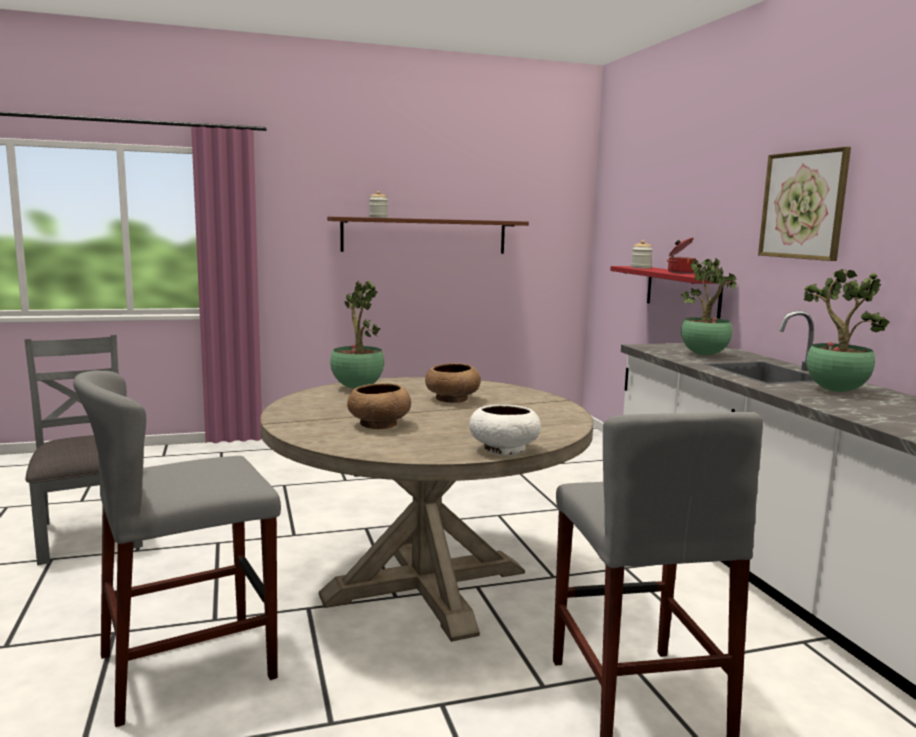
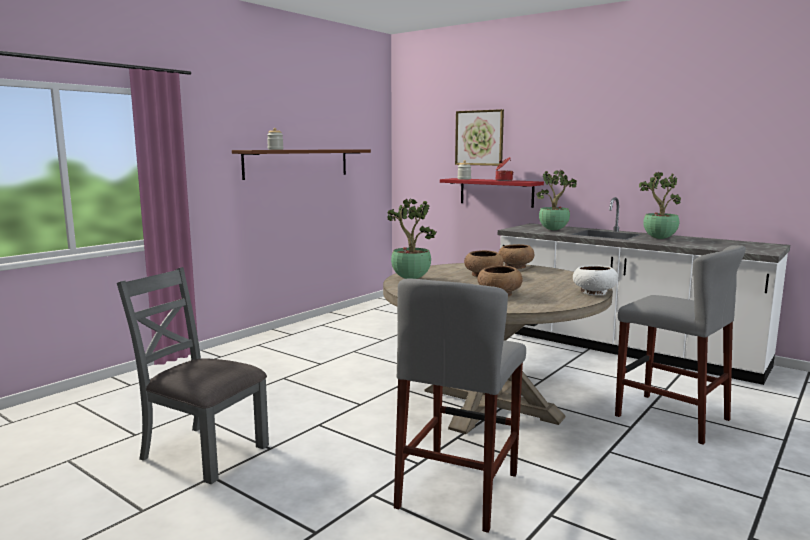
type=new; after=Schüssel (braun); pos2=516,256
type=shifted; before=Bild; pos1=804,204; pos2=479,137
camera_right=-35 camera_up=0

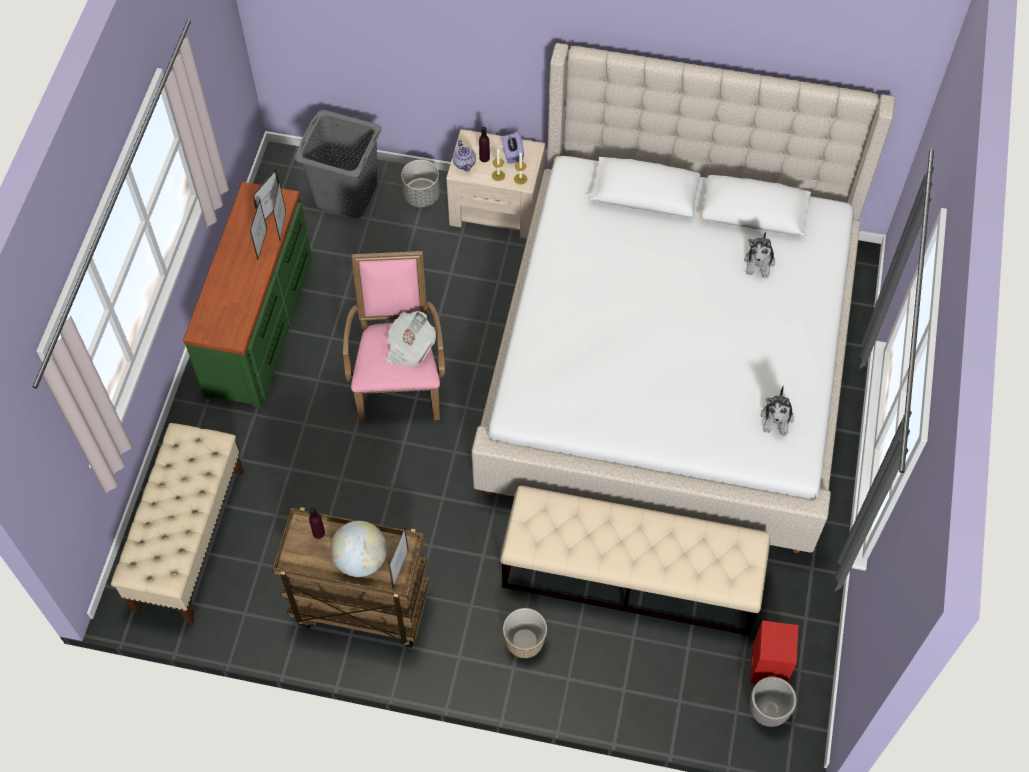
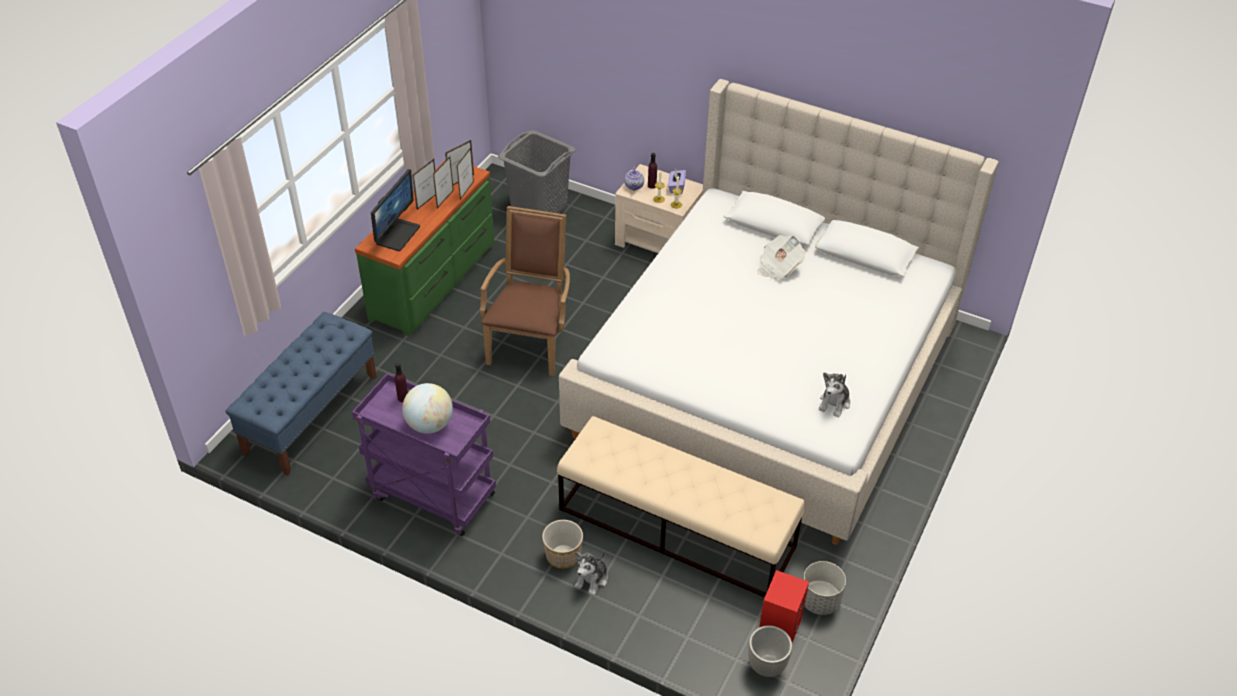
type=new; after=Monitor; pos2=395,210
type=shifted; before=Zeitung; pos1=411,339; pos2=781,258
type=shifted; before=Bilderrahmen; pos1=399,557; pos2=423,184
type=shifted; before=Pflanzkübel (grau); pos1=420,183; pos2=824,588
type=shifted; before=Plüschtier; pos1=759,254; pos2=591,573
type=repainted; before=Bank (beige); after=Bank (blau); pos1=177,523; pos2=301,394
type=repainted; before=Rollwagen (braun); after=Rollwagen (lila); pos1=351,577; pos2=424,454
type=repainted; before=Sessel (rosa); after=Sessel (braun); pos1=394,337; pos2=525,291
camera_right=15 camera_up=-15

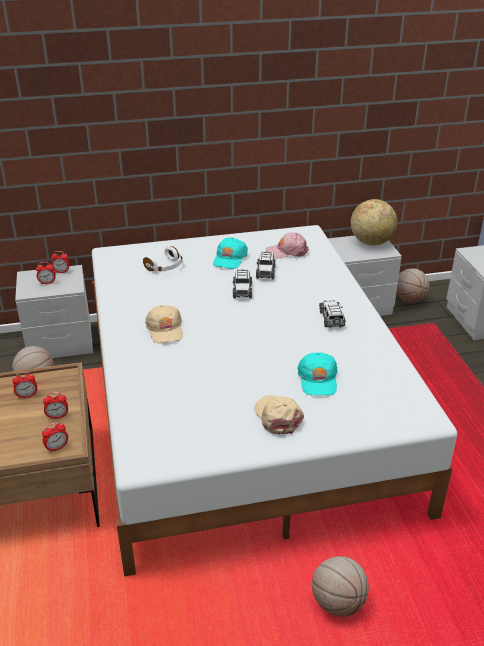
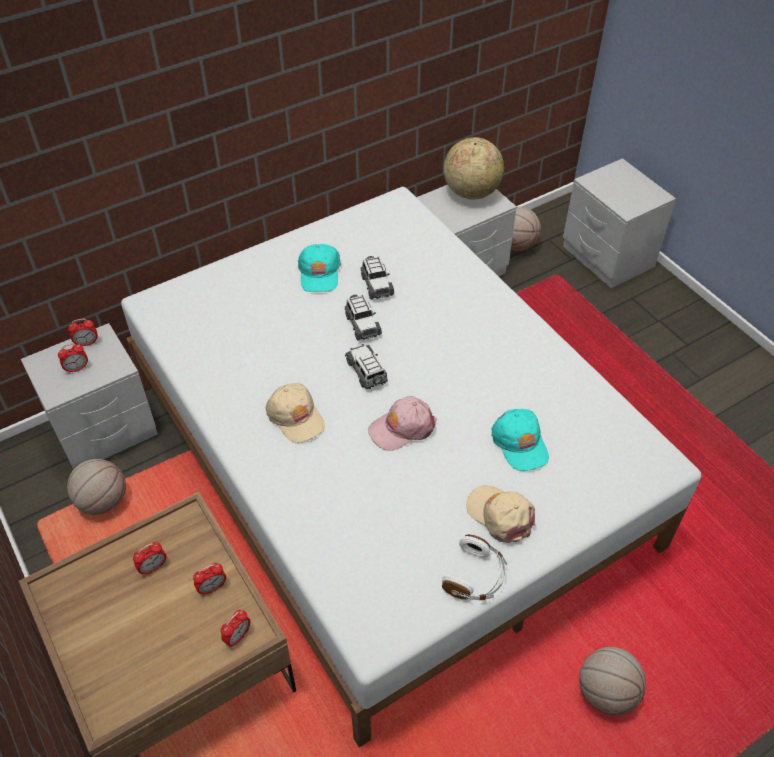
type=shifted; before=Kopfhörer (weiß); pos1=163,258; pos2=474,567
type=shifted; before=Kappe (rosa); pos1=287,246; pos2=402,423
type=shifted; before=Spielzeugauto; pos1=332,314; pos2=366,366
camera_right=-20 camera_up=15

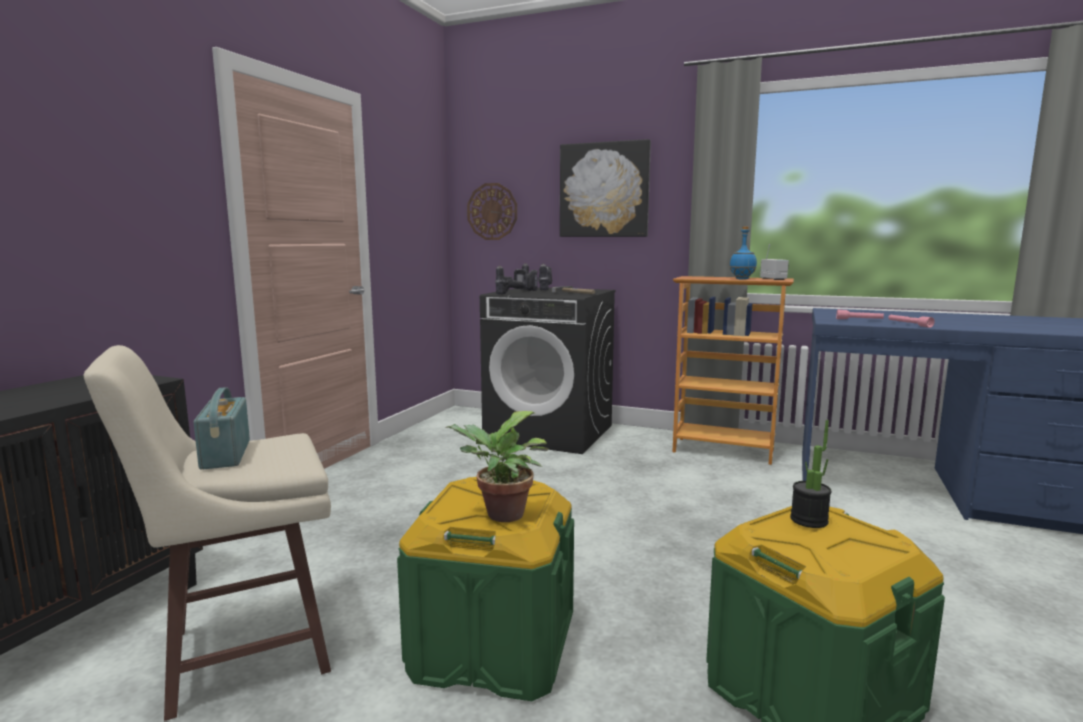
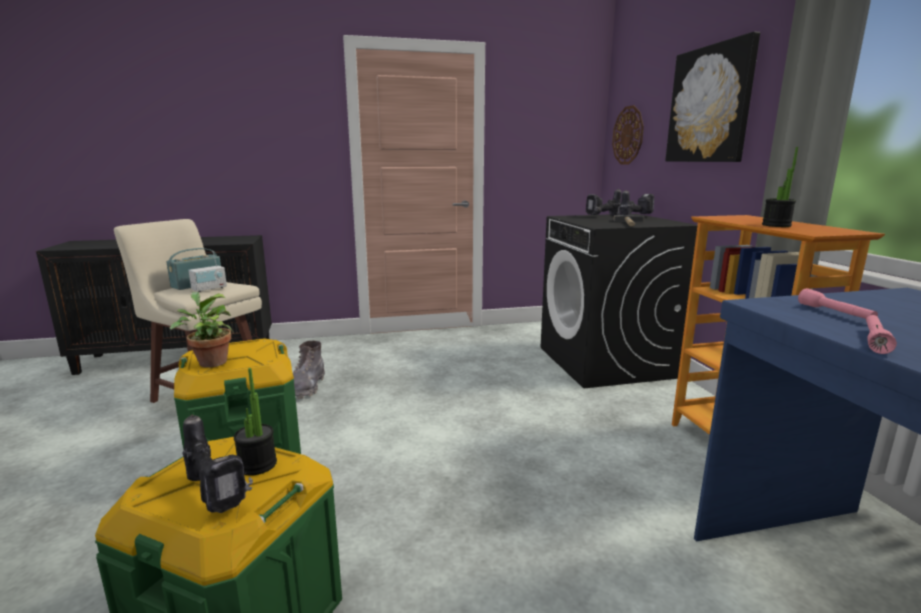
type=new; after=Stiefel (grau); pos2=309,370
type=shifted; before=Bohrmaschine; pos1=516,279; pos2=218,463
type=shifted; before=Radio; pos1=774,262; pos2=207,271
type=swapped; before=Flasche (blau); after=Topfpflanze; pos1=743,252; pos2=780,187
camera_right=55 camera_up=5

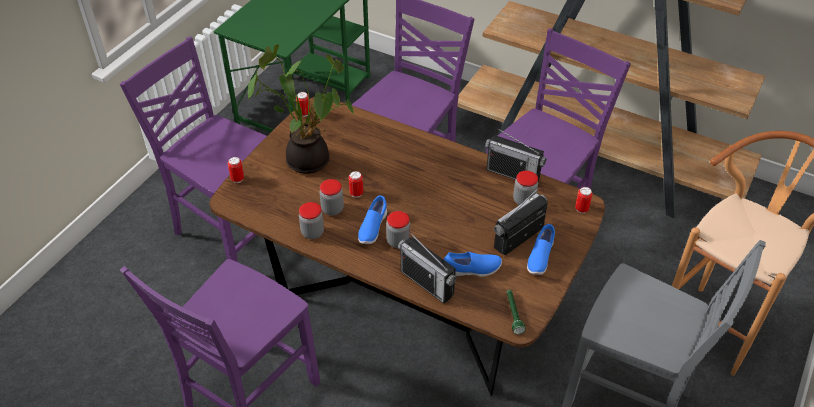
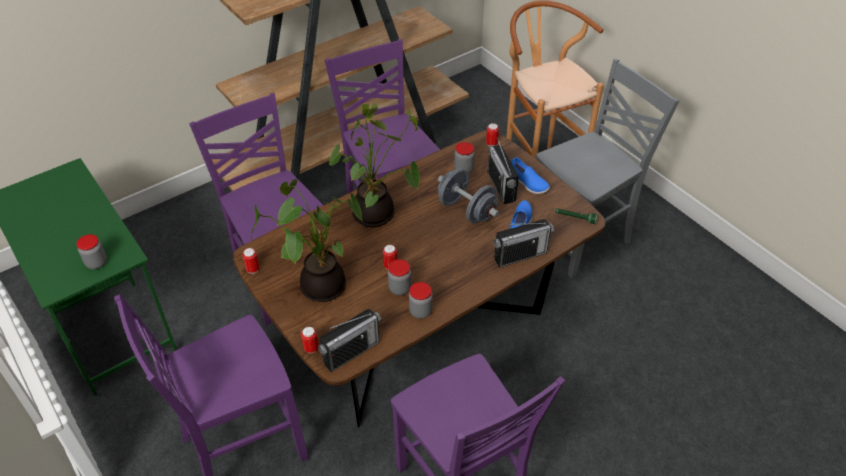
type=gone; before=Schuh (blau); pos1=372,219
type=new; after=Topfpflanze; pos2=374,165
type=new; after=Hantel (grau); pos2=468,196
type=shifted; before=Vorratsglas; pos1=398,229; pos2=91,251
type=shifted; before=Radio; pos1=516,154; pos2=349,340
camera_right=-65 camera_up=0

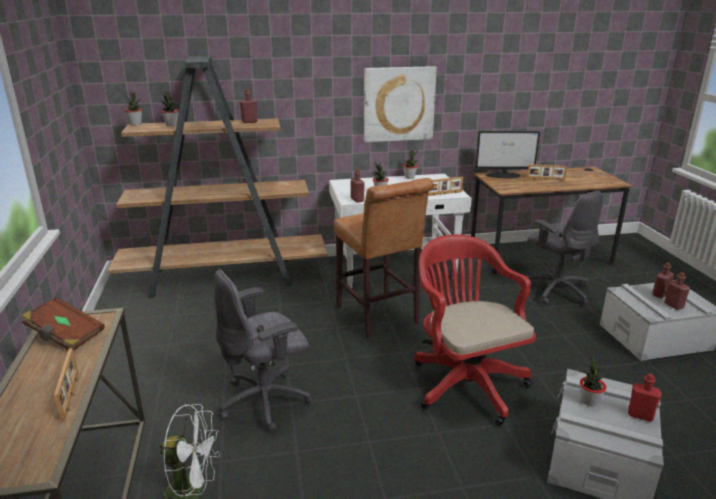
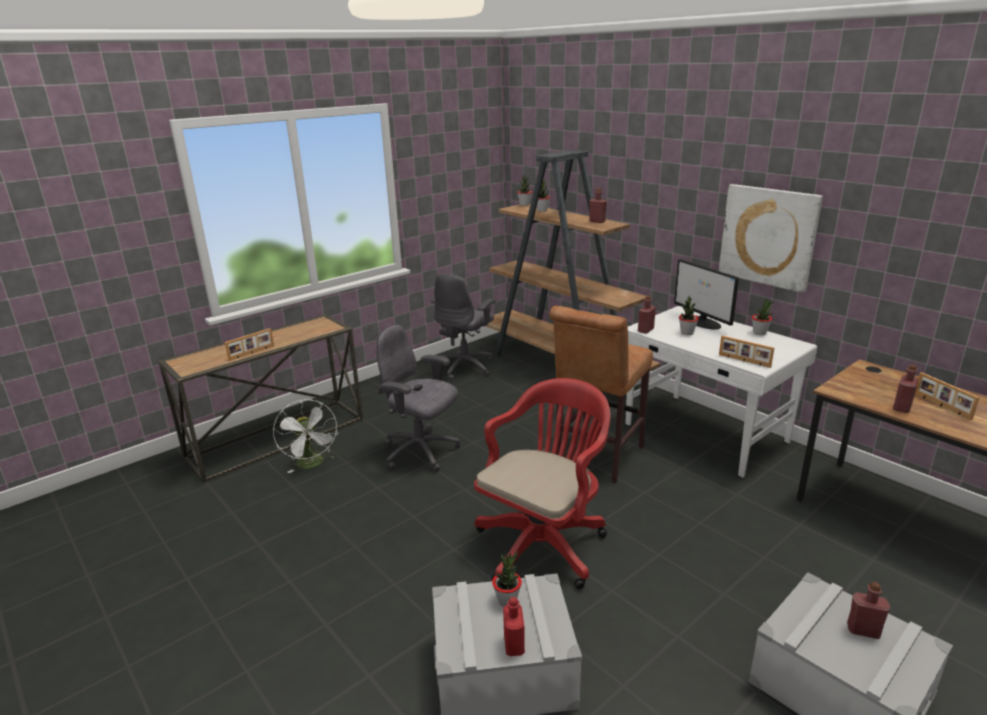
type=gone; before=Buch (braun); pos1=63,324
type=shifted; before=Monitor; pos1=508,154; pos2=706,294
type=shifted; before=Bürostuhl (grau); pos1=564,248; pos2=463,327
type=shifted; before=Flasche (rot); pos1=677,291; pos2=906,388
camera_right=60 camera_up=0

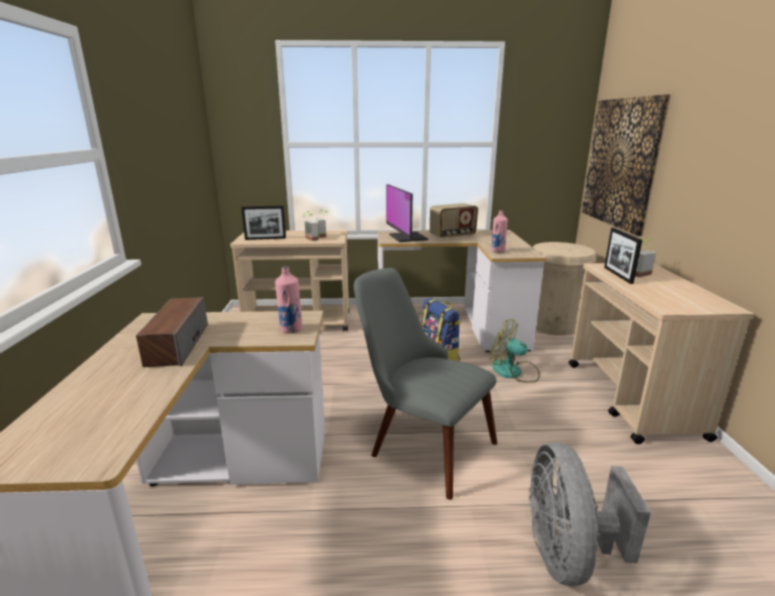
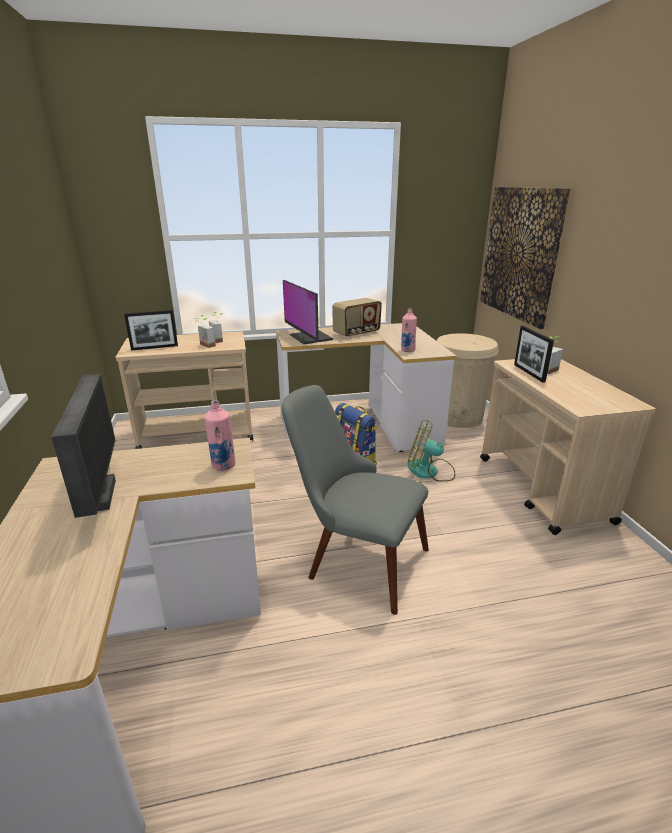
type=gone; before=Ventilator (grau); pos1=590,514
type=swapped; before=Lautsprecher; after=Monitor; pos1=172,332; pos2=83,446
camera_right=-10 camera_up=5

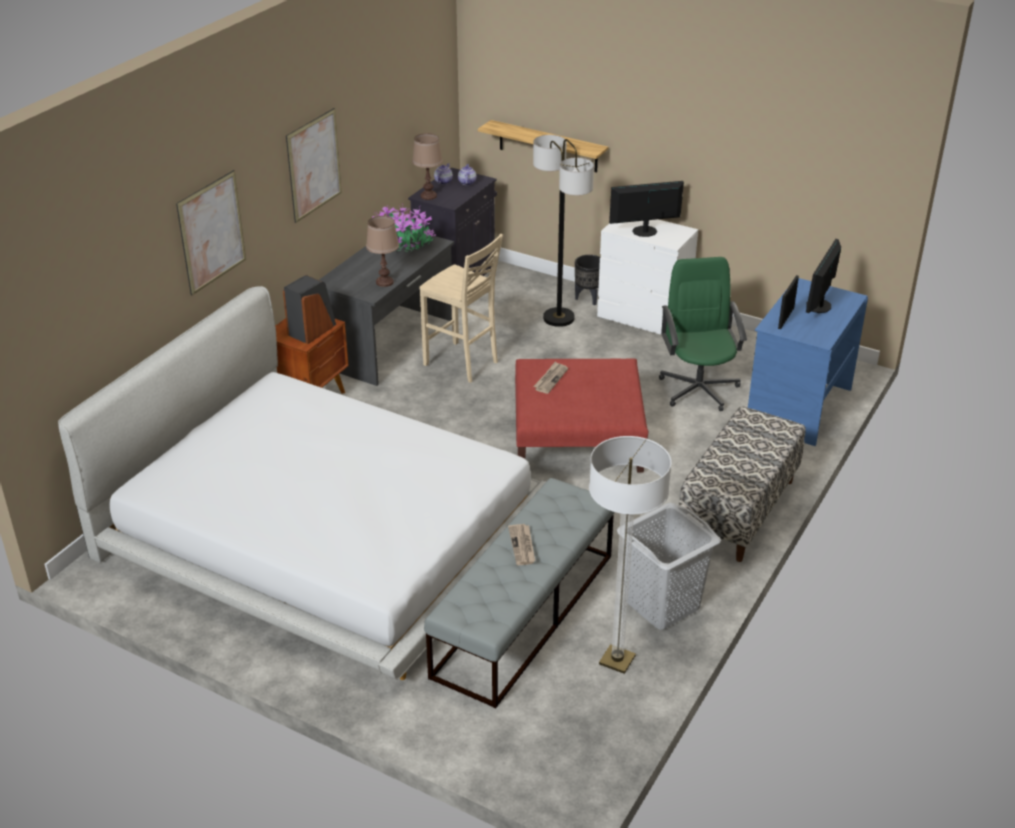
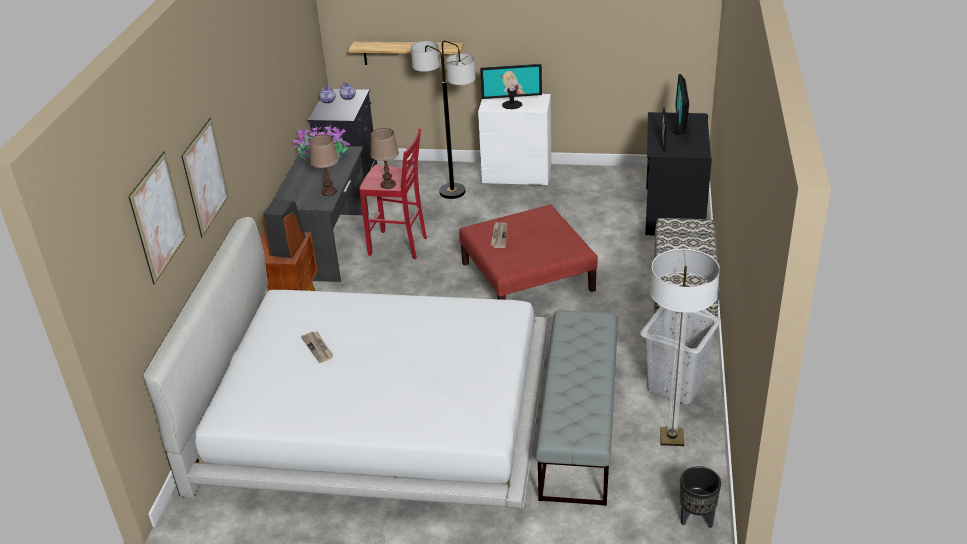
type=gone; before=Bürostuhl (grün); pos1=703,334
type=shifted; before=Bild; pos1=314,165; pos2=157,218
type=shifted; before=Tischlampe (braun); pos1=427,166; pos2=384,158
type=shifted; before=Zeitung; pos1=521,544; pos2=317,347
type=shifted; before=Pflanzkübel (schwarz); pos1=587,280; pos2=700,497
type=repainted; before=Hocker (beige); after=Hocker (rot); pos1=461,308; pos2=393,193
type=repainted; before=Schreibtisch (blau); after=Schreibtisch (schwarz); pos1=808,362; pos2=678,174
type=rotated; before=Monitor; pos1=646,209; pos2=511,86; turn=-150
camera_right=-20 camera_up=0

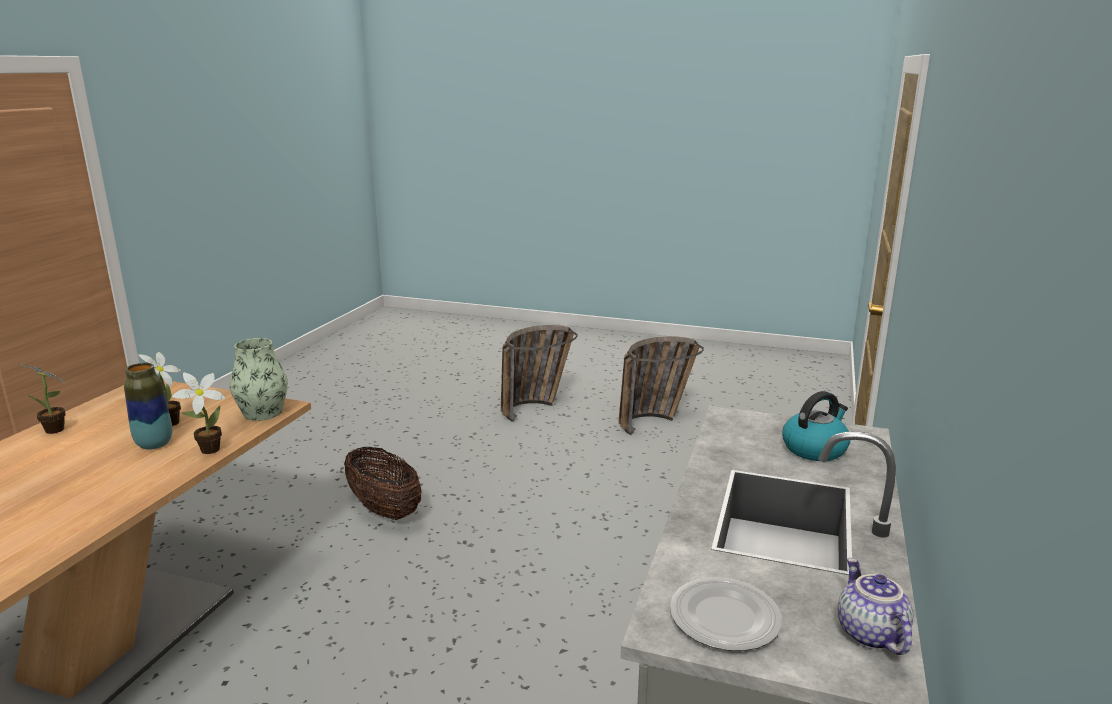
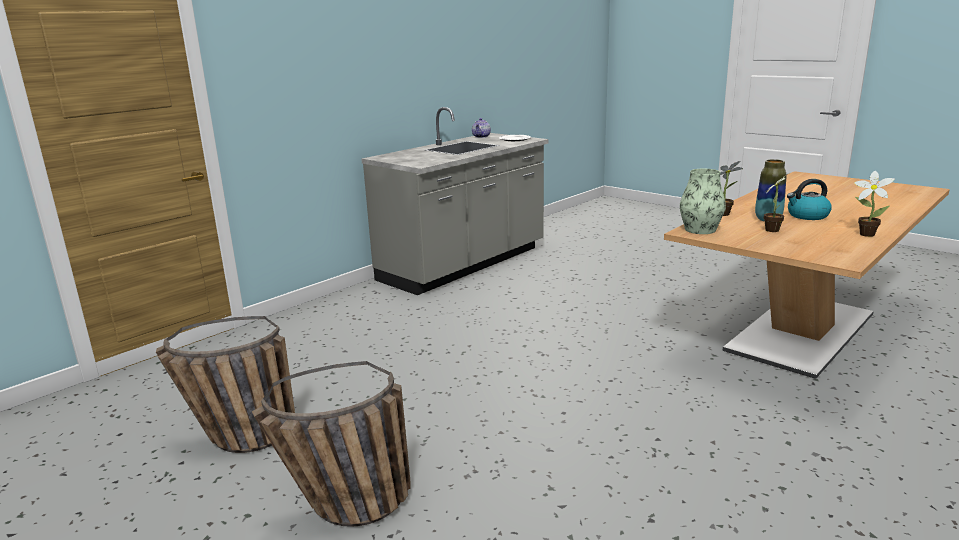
type=gone; before=Korb; pos1=383,483
type=shifted; before=Wasserkessel; pos1=816,426; pos2=809,199
camera_right=-155 camera_up=0

